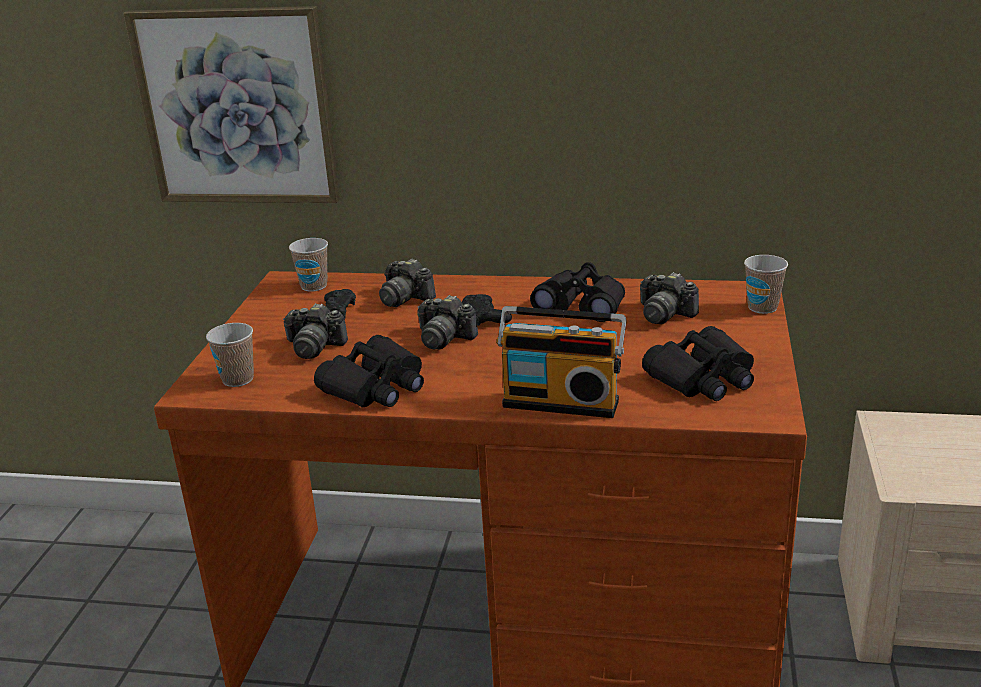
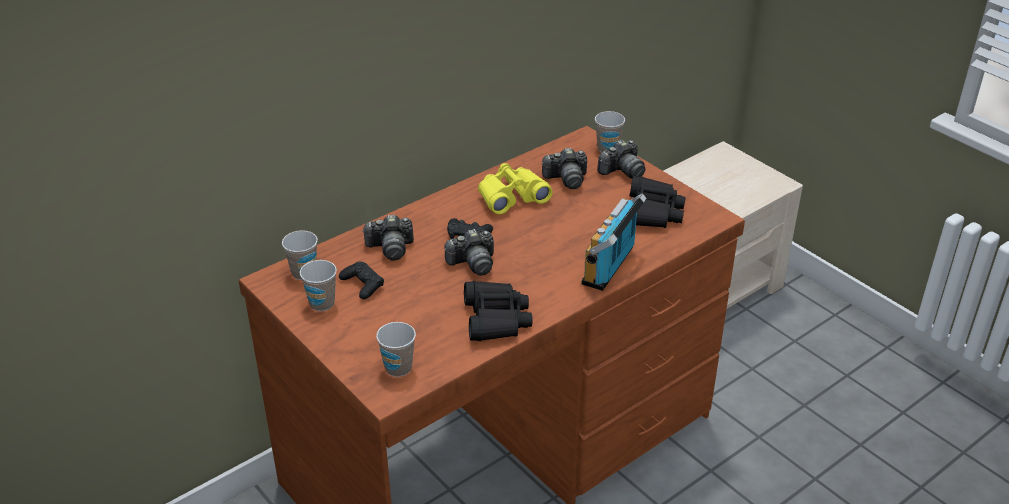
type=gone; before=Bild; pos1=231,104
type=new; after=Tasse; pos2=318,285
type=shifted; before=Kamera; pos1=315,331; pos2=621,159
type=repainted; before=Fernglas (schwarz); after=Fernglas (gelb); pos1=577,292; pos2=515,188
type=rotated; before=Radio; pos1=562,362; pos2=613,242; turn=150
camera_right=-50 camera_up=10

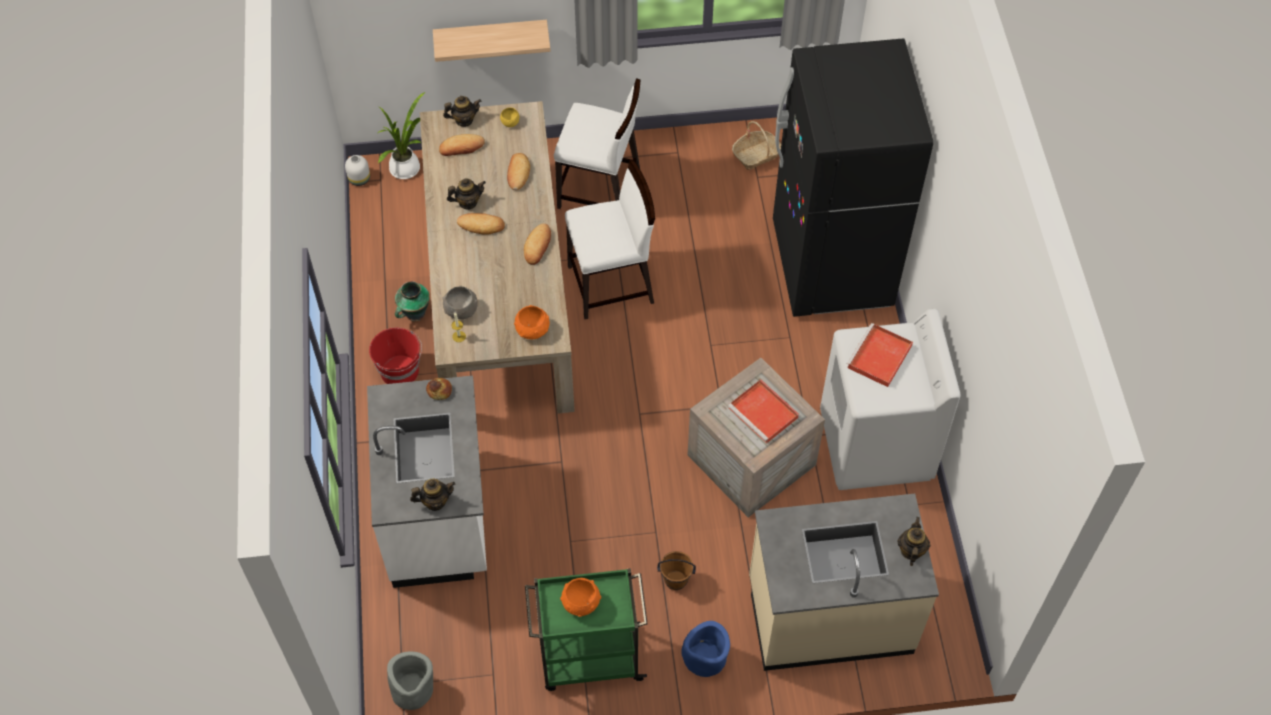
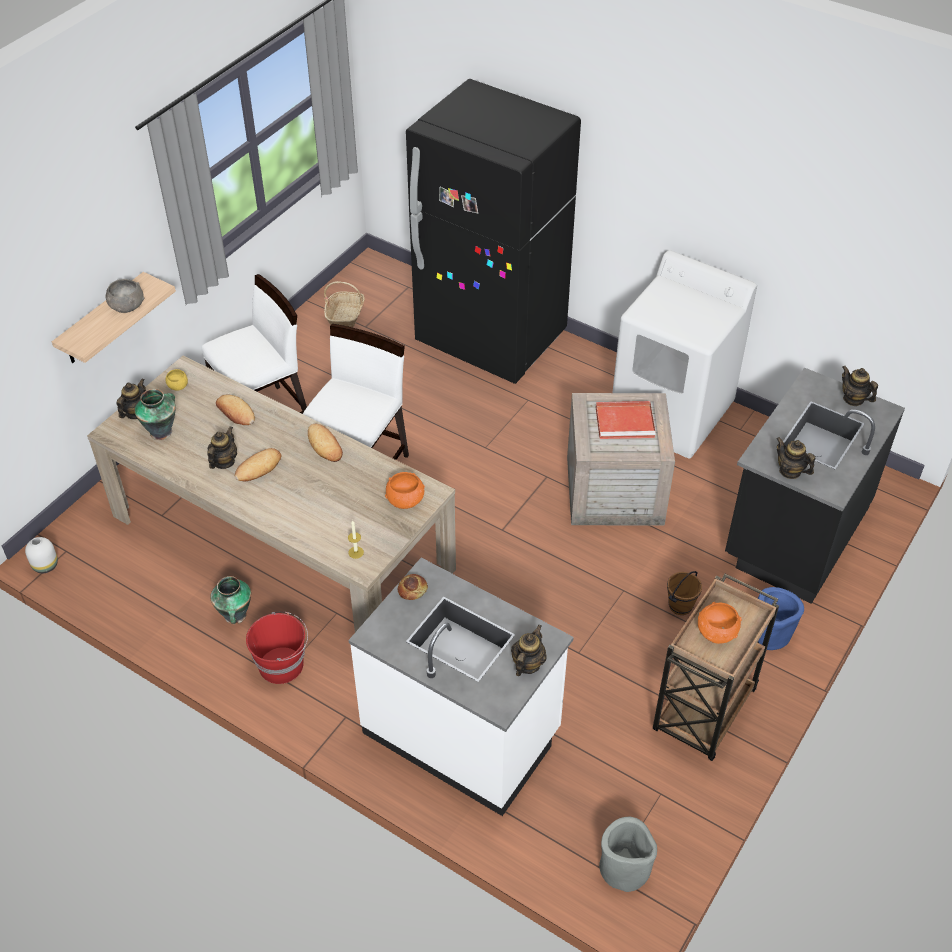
type=gone; before=Topfpflanze; pos1=401,135
type=gone; before=Tablett (rot); pos1=880,355
type=new; after=Teekanne; pos2=795,458
type=shifted; before=Schüssel (grau); pos1=460,302; pos2=124,296
type=swapped; before=Brot; after=Vase; pos1=462,145; pos2=155,414
type=repainted; before=Rollwagen (grün); after=Rollwagen (braun); pos1=586,629; pos2=716,667
type=repainted; before=Küchenzeile (beige); after=Küchenzeile (schwarz); pos1=844,582; pos2=815,486
camera_right=-50 camera_up=-10

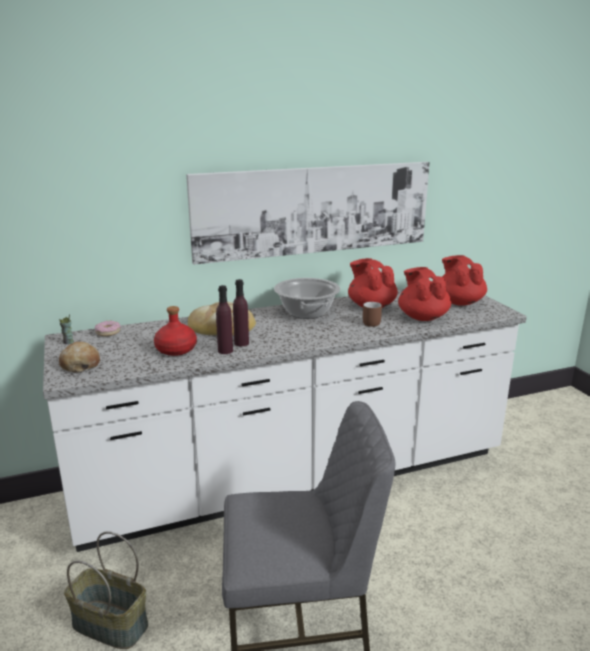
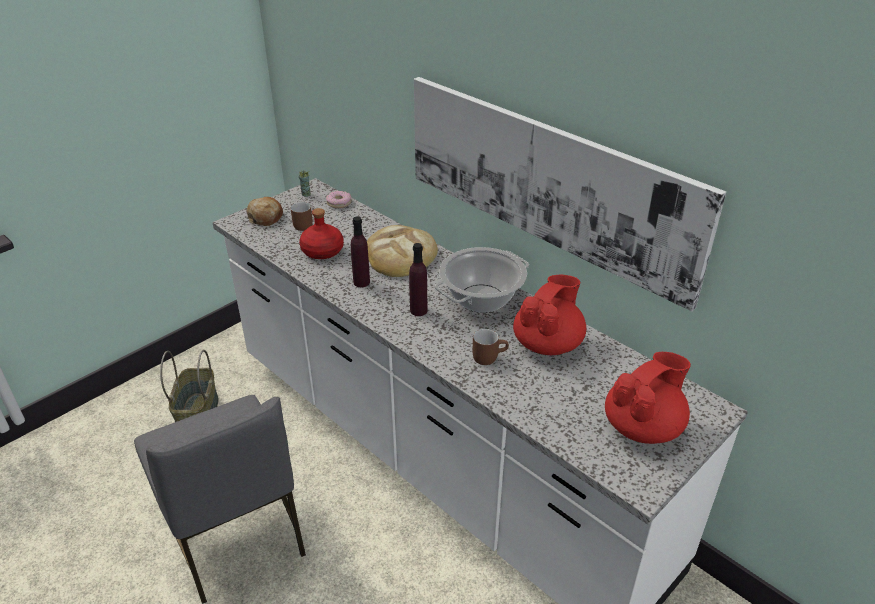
type=gone; before=Teekanne (rot); pos1=424,294
type=new; after=Henkelbecher (braun); pos2=302,216
type=shifted; before=Flasche (lila); pos1=224,319; pos2=418,279
camera_right=65 camera_up=15

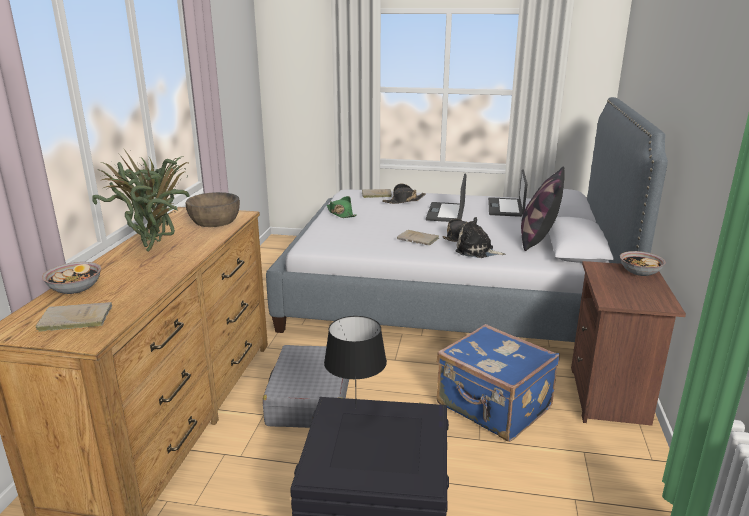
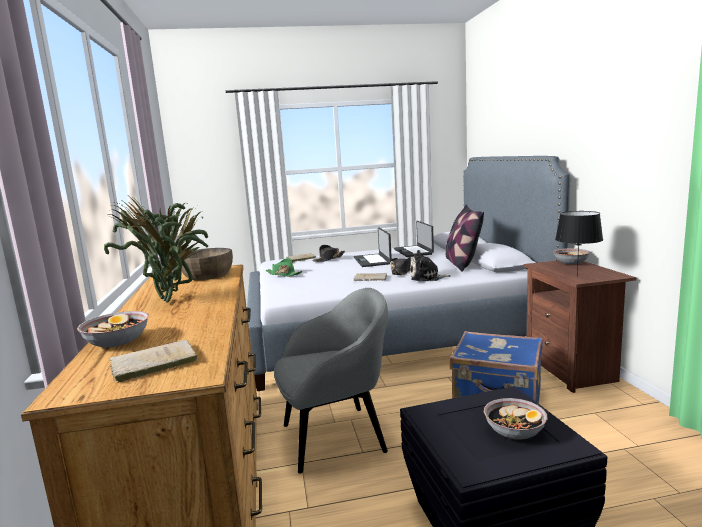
type=new; after=Schüssel; pos2=516,419
type=shifted; before=Tischlampe (schwarz); pos1=355,362; pos2=579,244
type=swapped; before=Koffer (grau); after=Sessel (grau); pos1=306,386; pos2=331,381
camera_right=-20 camera_up=-10

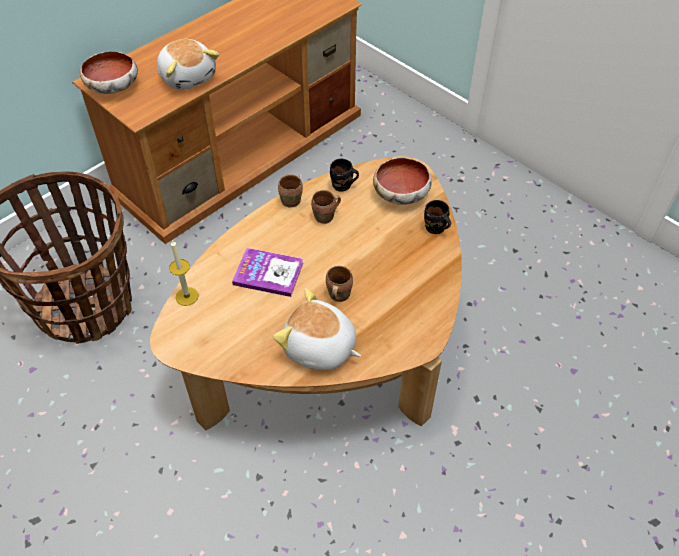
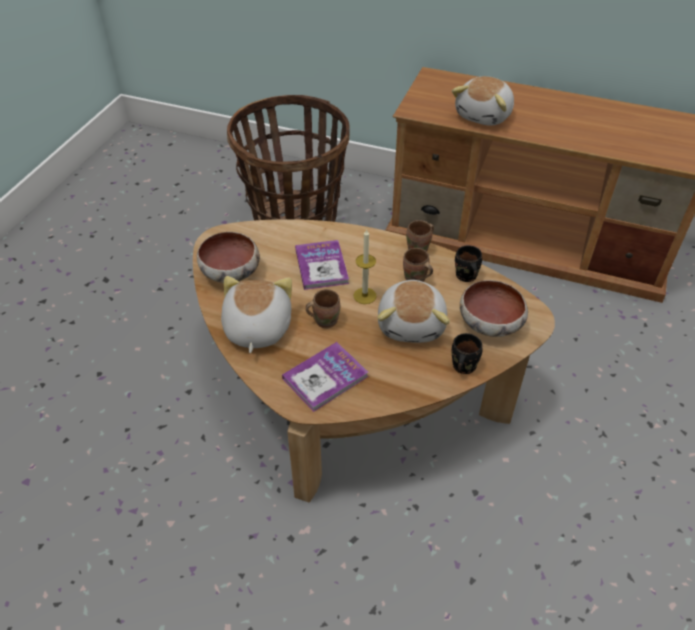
type=new; after=Buch; pos2=325,377
type=new; after=Plüschtier; pos2=414,311
type=shifted; before=Schüssel; pos1=109,72; pos2=228,257
type=shifted; before=Kerze; pos1=184,273; pos2=364,266
camera_right=65 camera_up=-5

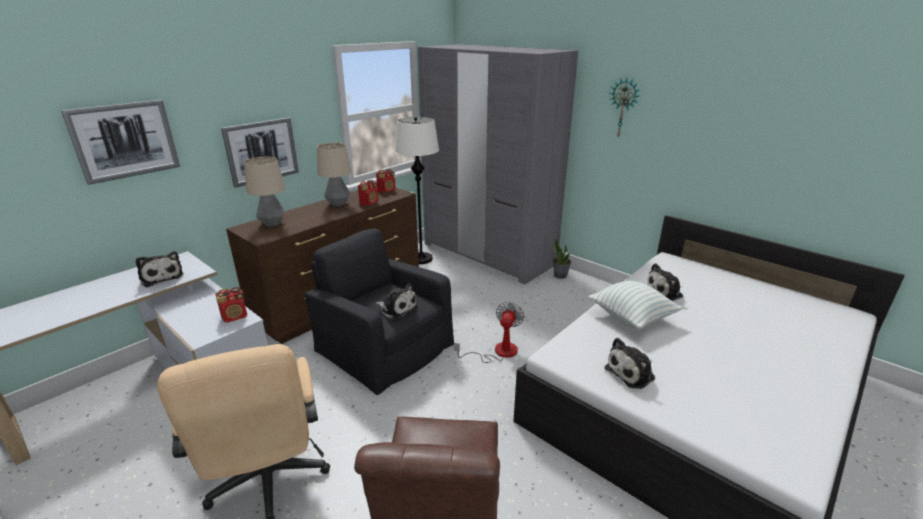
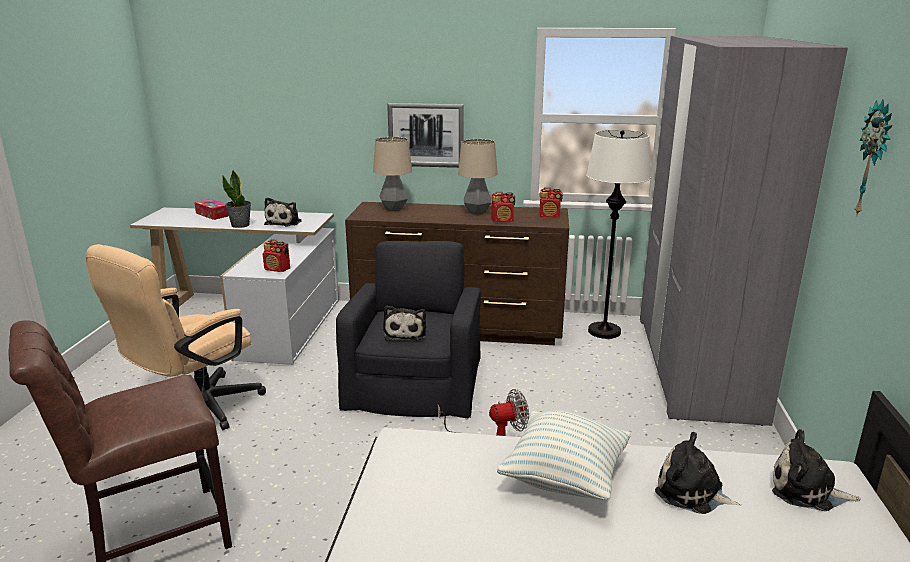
type=gone; before=Bild; pos1=120,142
type=new; after=Taschentuchbox; pos2=211,209
type=shifted; before=Topfpflanze; pos1=562,259; pos2=236,199
type=shifted; before=Plüschtier; pos1=629,363; pos2=816,470
camera_right=55 camera_up=-5

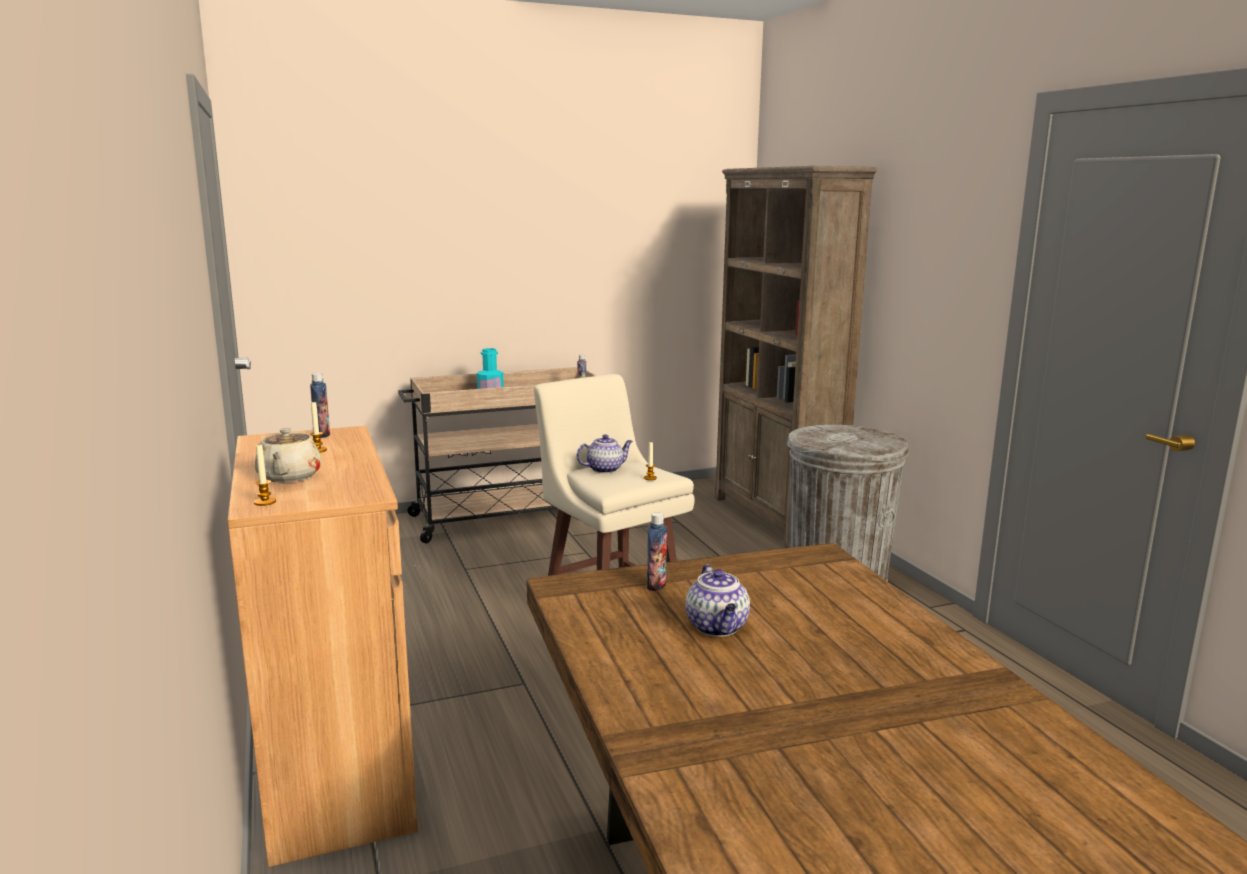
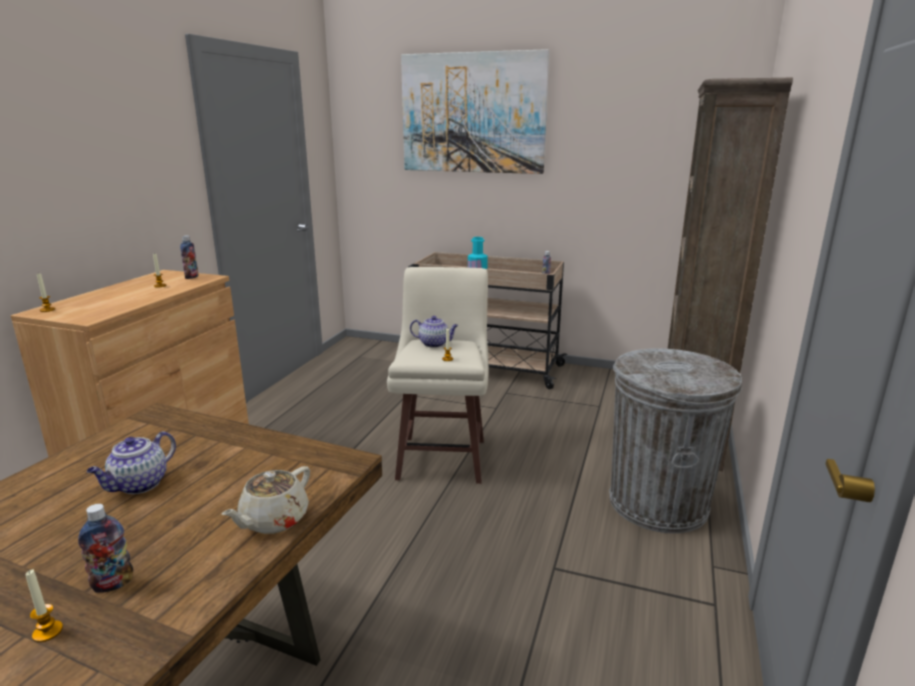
type=new; after=Kerze; pos2=44,606
type=new; after=Bild; pos2=475,111
type=shifted; before=Teekanne (beige); pos1=288,455; pos2=266,500
type=shifted; before=Flasche; pos1=657,552; pos2=105,548
camera_right=40 camera_up=5

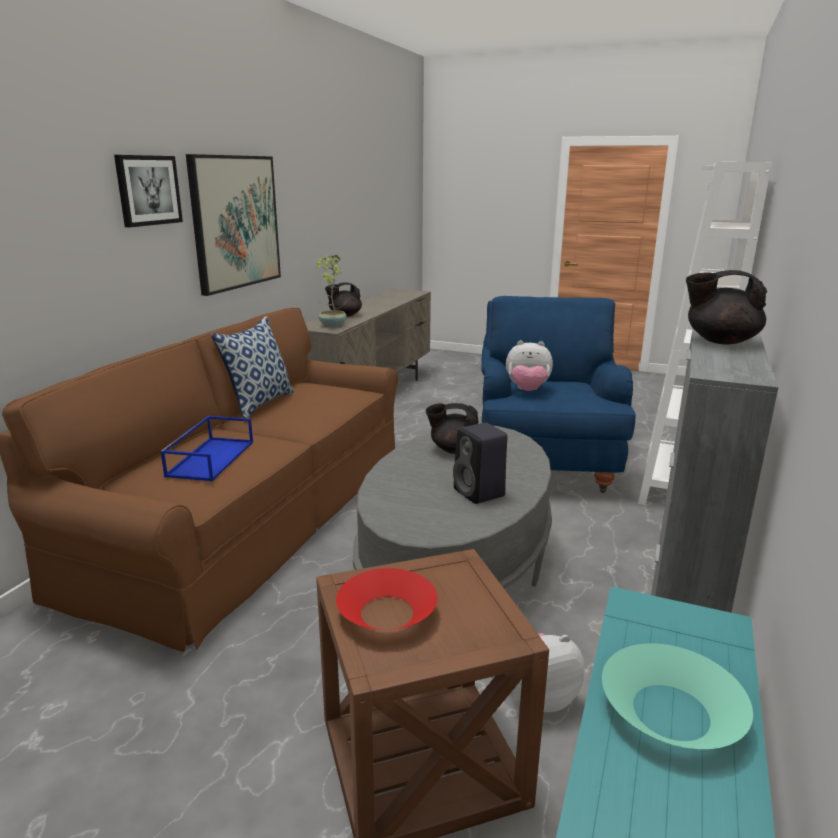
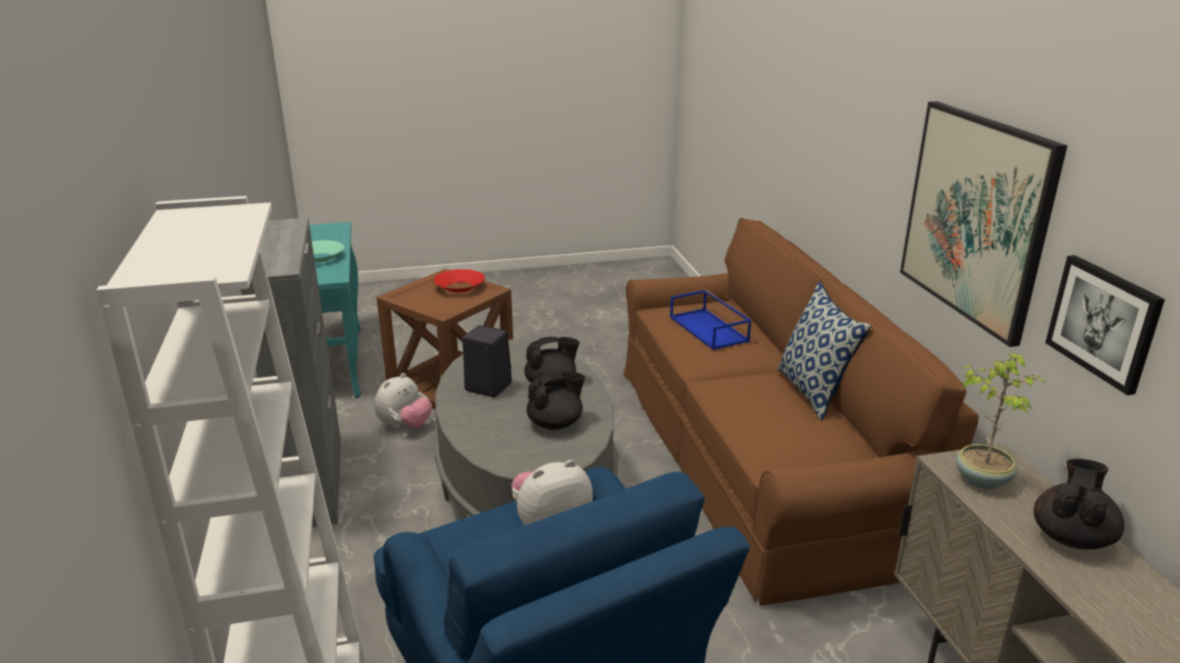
type=shifted; before=Bild; pos1=148,191; pos2=1105,325
type=shifted; before=Teekanne (schwarz); pos1=726,307; pos2=552,362
camera_right=145 camera_up=5

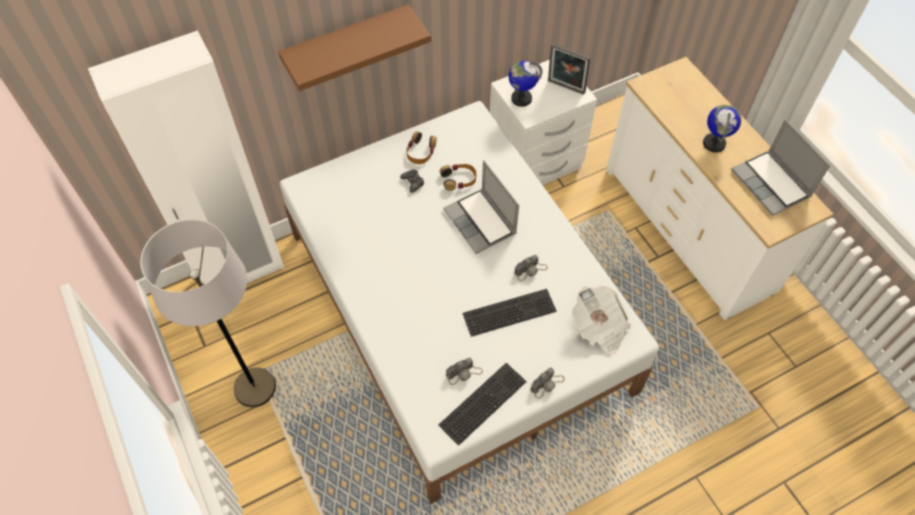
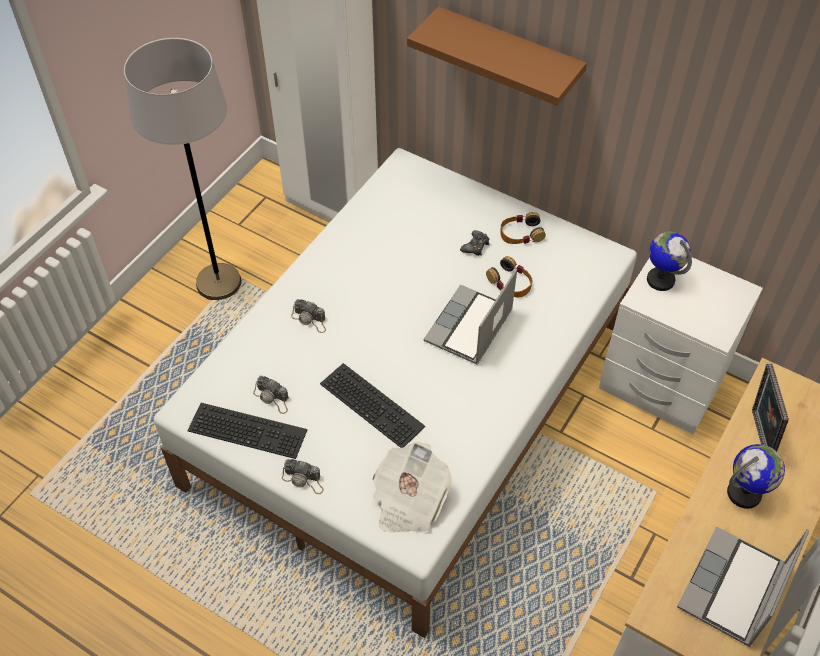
type=shifted; before=Kamera; pos1=531,268; pos2=308,316
type=shifted; before=Bilderrahmen; pos1=569,69; pos2=770,408
camera_right=60 camera_up=-5

